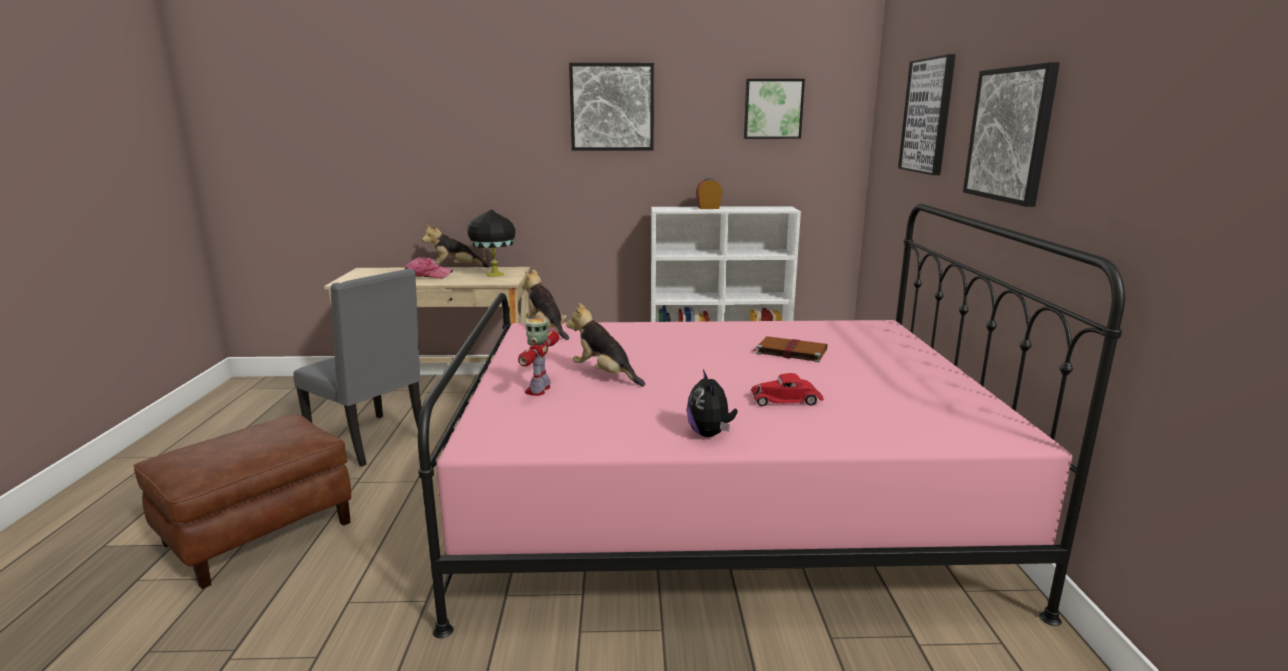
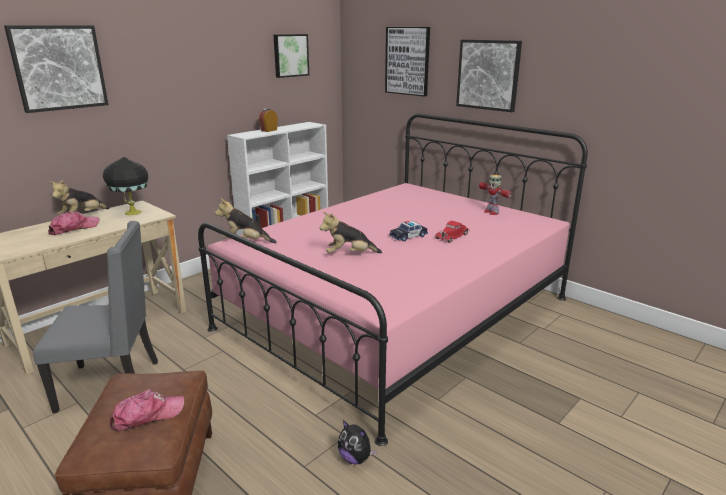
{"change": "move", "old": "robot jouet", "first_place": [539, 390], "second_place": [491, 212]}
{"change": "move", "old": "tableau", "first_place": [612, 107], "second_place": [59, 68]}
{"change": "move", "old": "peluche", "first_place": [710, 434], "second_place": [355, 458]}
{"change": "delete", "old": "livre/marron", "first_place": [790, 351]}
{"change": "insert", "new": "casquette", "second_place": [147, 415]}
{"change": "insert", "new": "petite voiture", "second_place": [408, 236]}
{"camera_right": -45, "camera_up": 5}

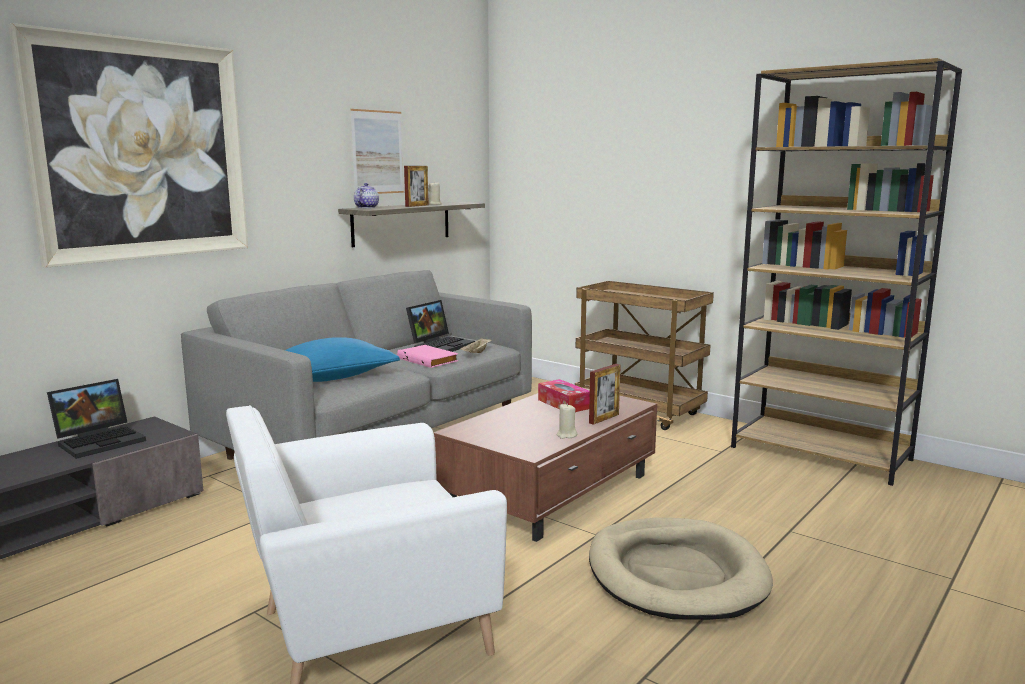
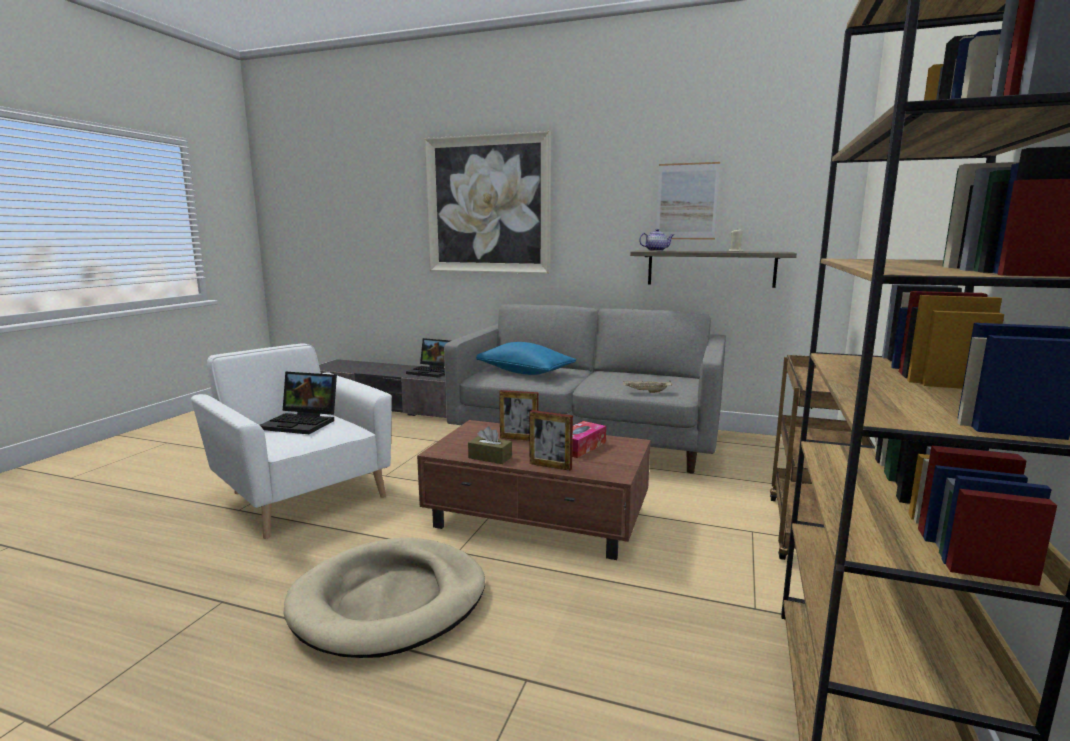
{"change": "delete", "old": "livre/rose", "first_place": [429, 359]}
{"change": "move", "old": "cadre photo", "first_place": [417, 206], "second_place": [519, 438]}
{"change": "move", "old": "ordinateur portable", "first_place": [441, 345], "second_place": [303, 423]}
{"change": "replace", "old": "bougie/beige", "new": "boîte à mouchoirs/marron", "first_place": [566, 435], "second_place": [490, 457]}
{"camera_right": 70, "camera_up": 0}

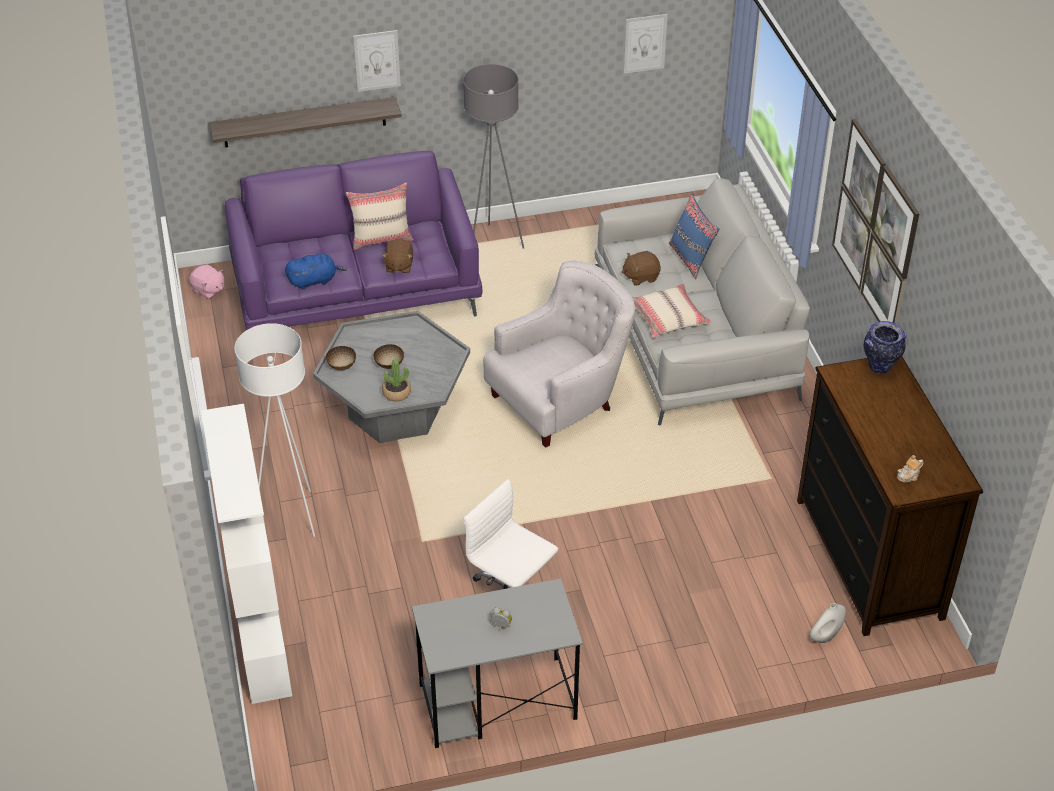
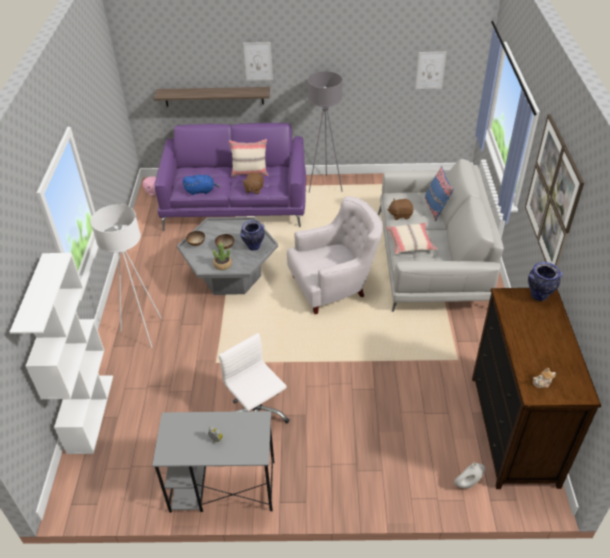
{"change": "insert", "new": "vase", "second_place": [253, 247]}
{"camera_right": 15, "camera_up": 0}

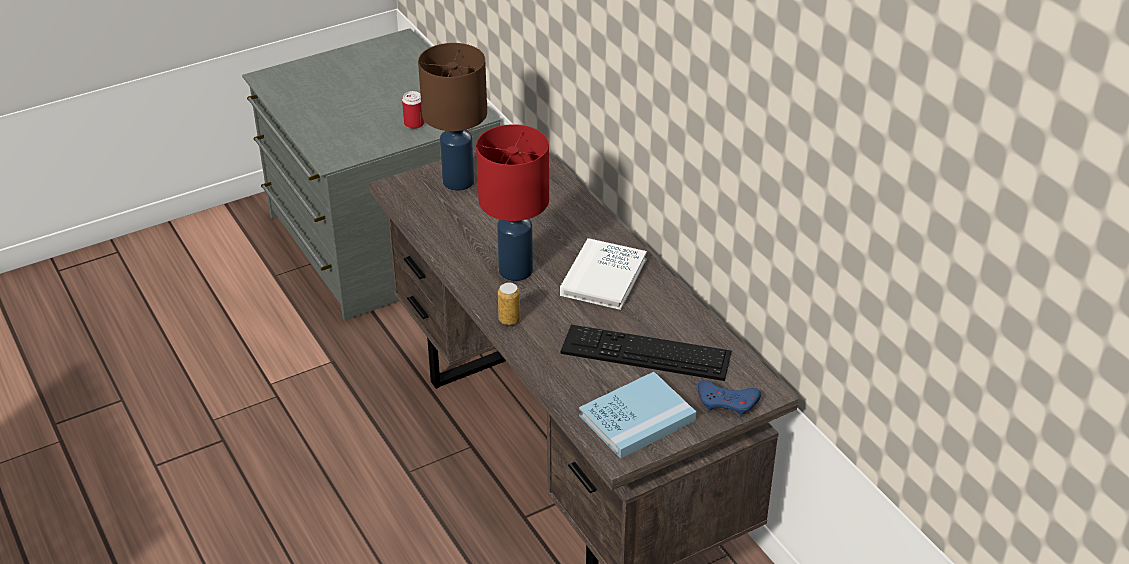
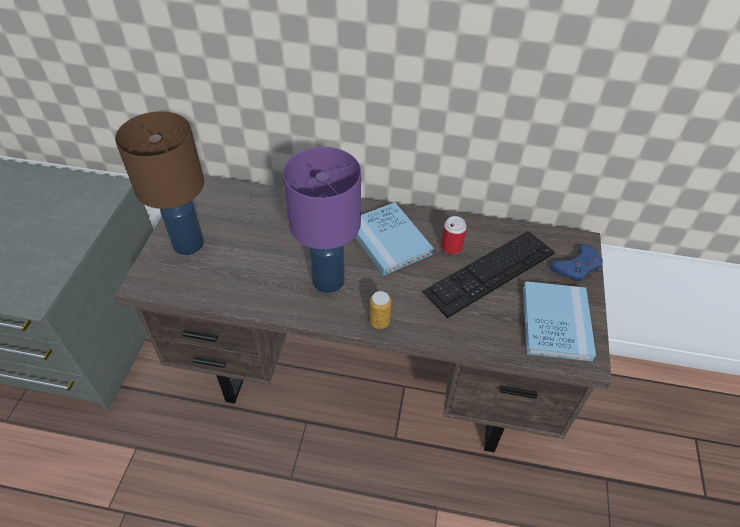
{"change": "move", "old": "boîte métallique", "first_place": [414, 124], "second_place": [451, 247]}
{"change": "recolor", "old": "lampe de table/rouge", "new": "lampe de table/violet", "first_place": [516, 270], "second_place": [328, 279]}
{"change": "recolor", "old": "livre/blanc", "new": "livre/bleu", "first_place": [603, 277], "second_place": [389, 240]}
{"camera_right": -50, "camera_up": 10}

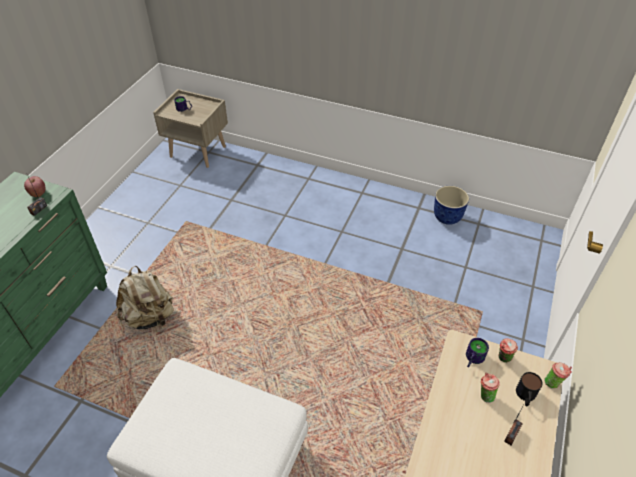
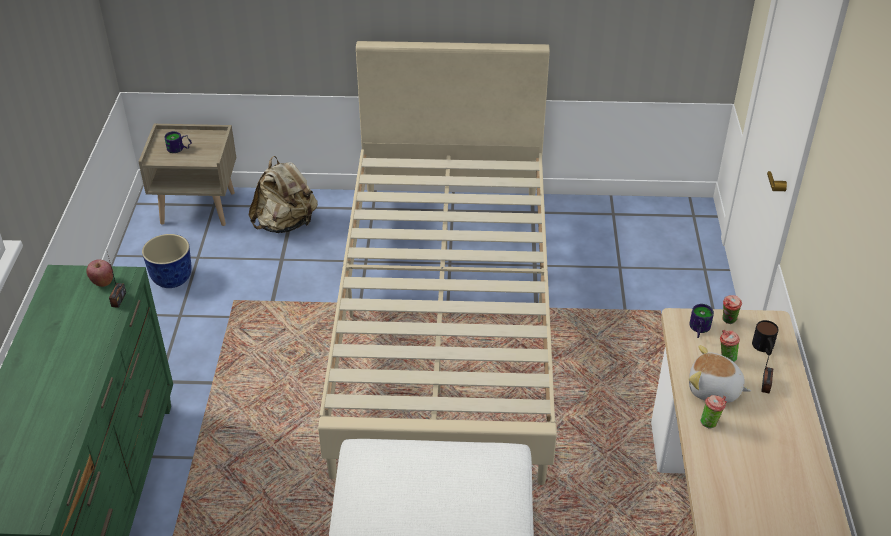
{"change": "move", "old": "sac à dos/beige", "first_place": [150, 317], "second_place": [285, 224]}
{"change": "move", "old": "cache-pot", "first_place": [447, 218], "second_place": [173, 279]}
{"change": "move", "old": "tasse", "first_place": [553, 382], "second_place": [710, 422]}
{"change": "insert", "new": "lit/beige", "second_place": [445, 320]}
{"change": "insert", "new": "peluche", "second_place": [714, 390]}
{"camera_right": -20, "camera_up": -5}

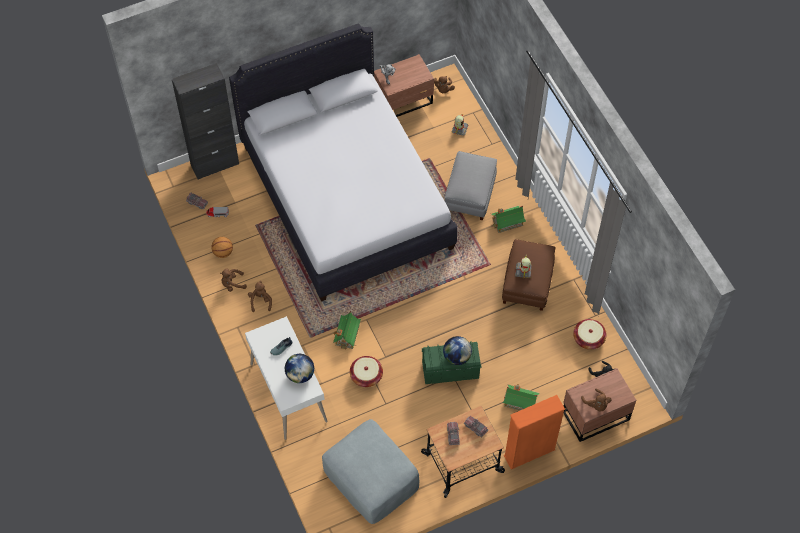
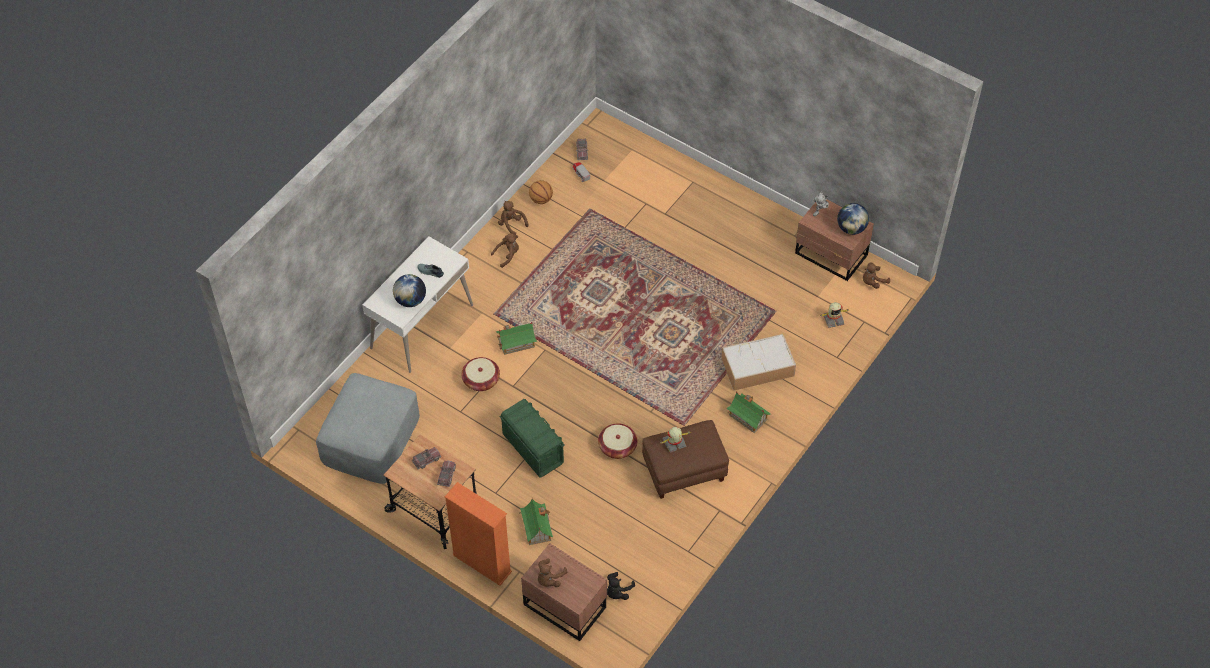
{"change": "delete", "old": "meuble de rangement/noir", "first_place": [215, 164]}
{"change": "delete", "old": "lit/blanc", "first_place": [346, 196]}
{"change": "move", "old": "globe", "first_place": [457, 357], "second_place": [851, 228]}
{"change": "replace", "old": "pouf/gris", "new": "boîte de rangement", "first_place": [470, 195], "second_place": [756, 368]}
{"change": "move", "old": "panier", "first_place": [588, 338], "second_place": [617, 447]}
{"camera_right": 60, "camera_up": -5}

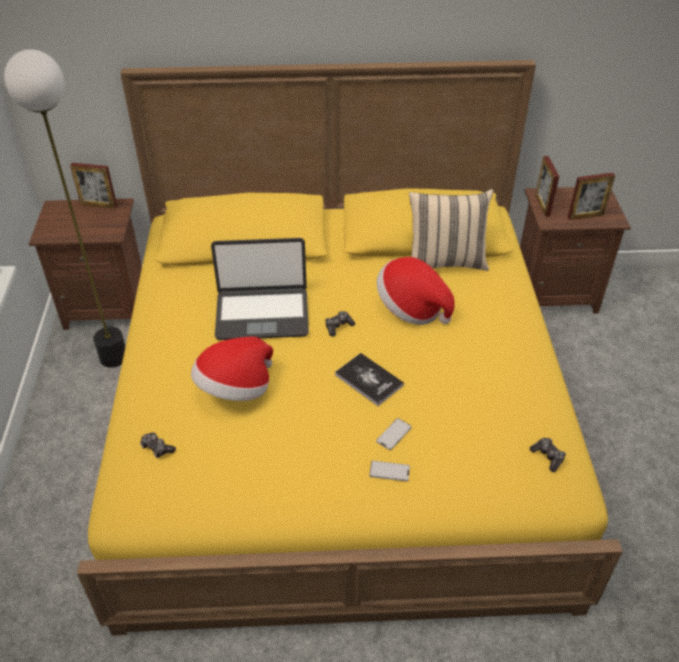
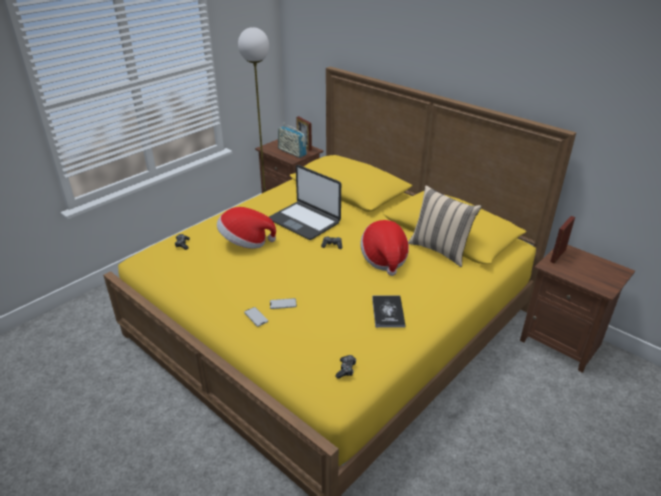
{"change": "move", "old": "livre", "first_place": [369, 380], "second_place": [388, 312]}
{"change": "delete", "old": "cadre photo", "first_place": [585, 216]}
{"change": "insert", "new": "radio", "second_place": [292, 152]}
{"camera_right": 45, "camera_up": -10}

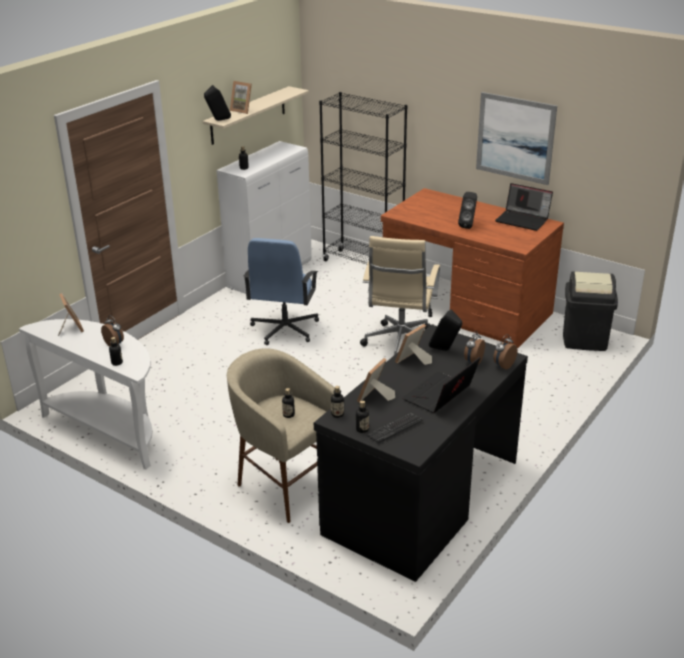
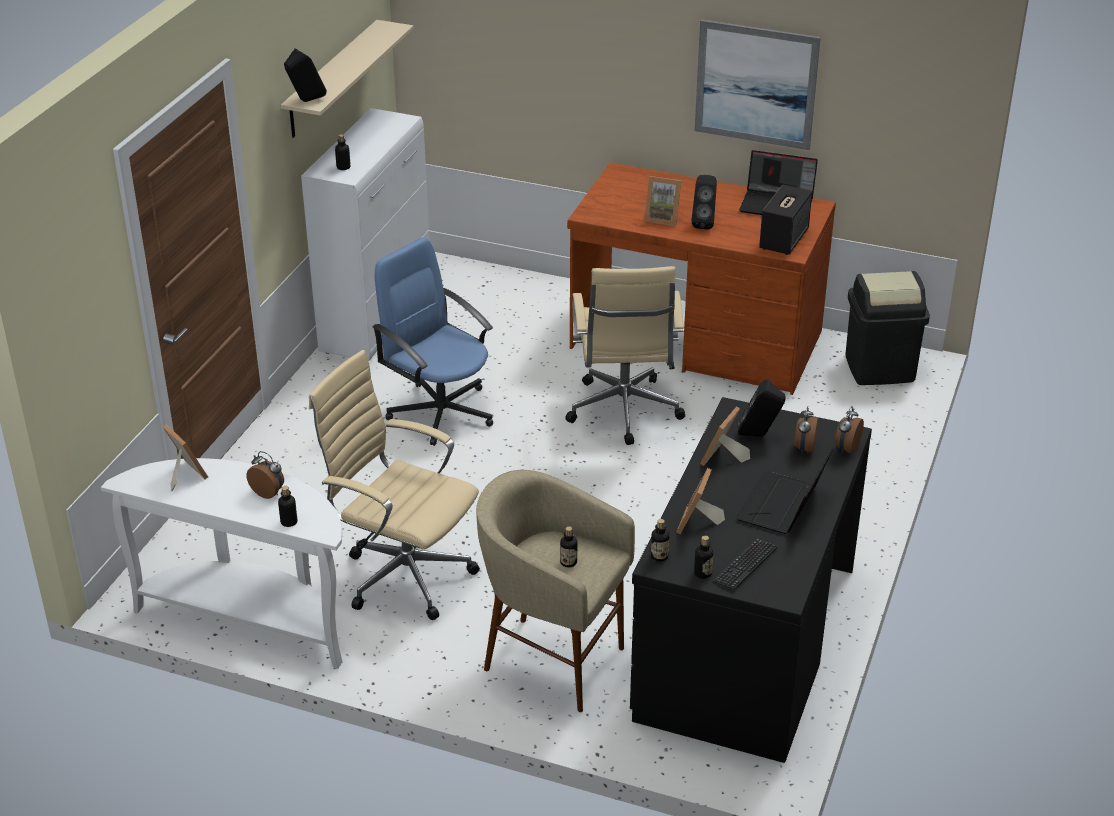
{"change": "move", "old": "cadre photo", "first_place": [243, 110], "second_place": [662, 218]}
{"change": "rotate", "old": "chaise de bureau/bleu", "first_place": [284, 329], "second_place": [441, 411], "degrees": 135}
{"change": "delete", "old": "bibliothèque/noir", "first_place": [363, 265]}
{"change": "insert", "new": "chaise de bureau/beige", "second_place": [402, 575]}
{"change": "insert", "new": "enceinte", "second_place": [784, 239]}
{"camera_right": -15, "camera_up": 5}

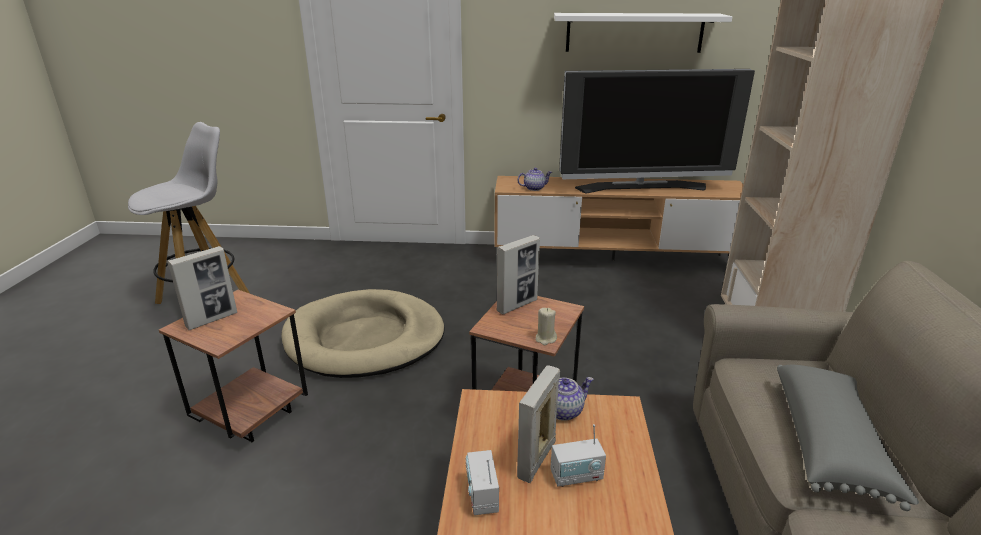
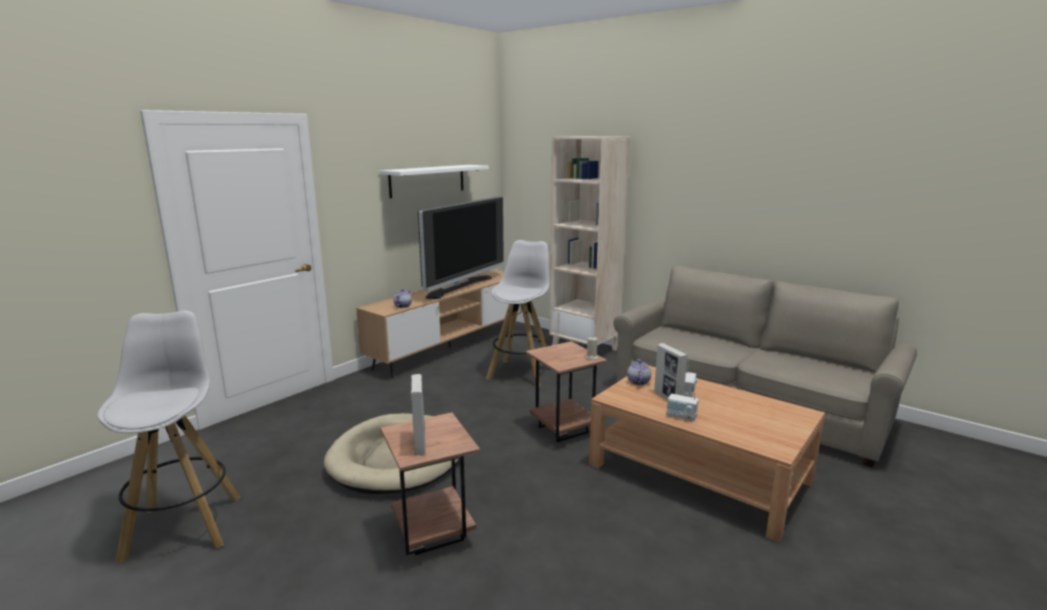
{"change": "delete", "old": "cadre photo", "first_place": [517, 305]}
{"change": "delete", "old": "coussin/gris", "first_place": [830, 445]}
{"change": "insert", "new": "tabouret/blanc", "second_place": [521, 373]}
{"camera_right": -55, "camera_up": -10}

